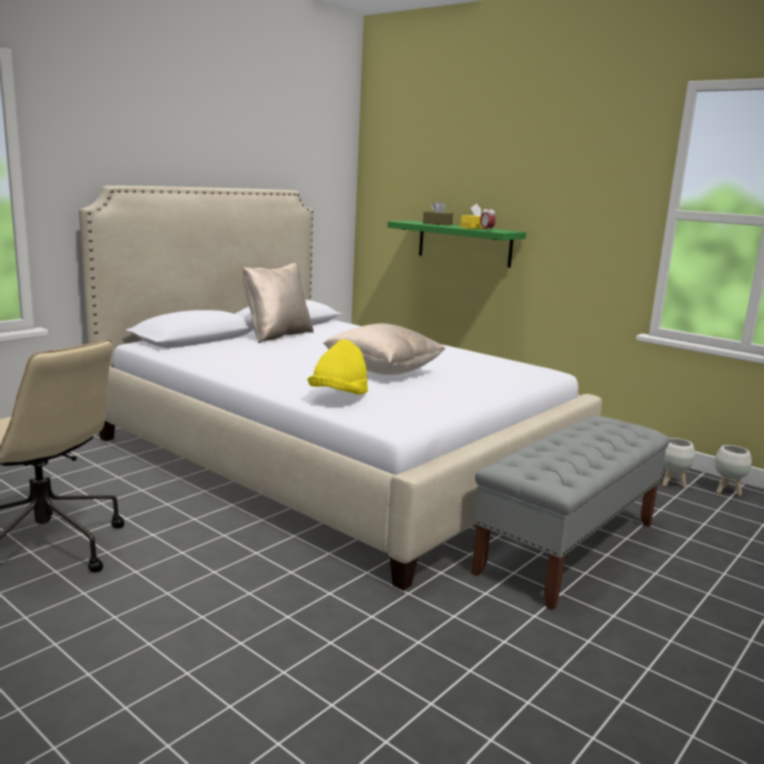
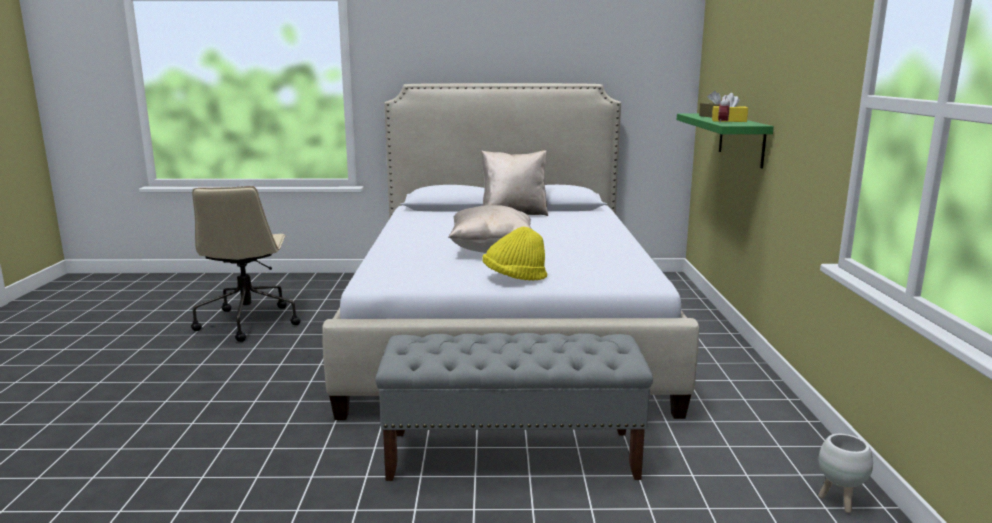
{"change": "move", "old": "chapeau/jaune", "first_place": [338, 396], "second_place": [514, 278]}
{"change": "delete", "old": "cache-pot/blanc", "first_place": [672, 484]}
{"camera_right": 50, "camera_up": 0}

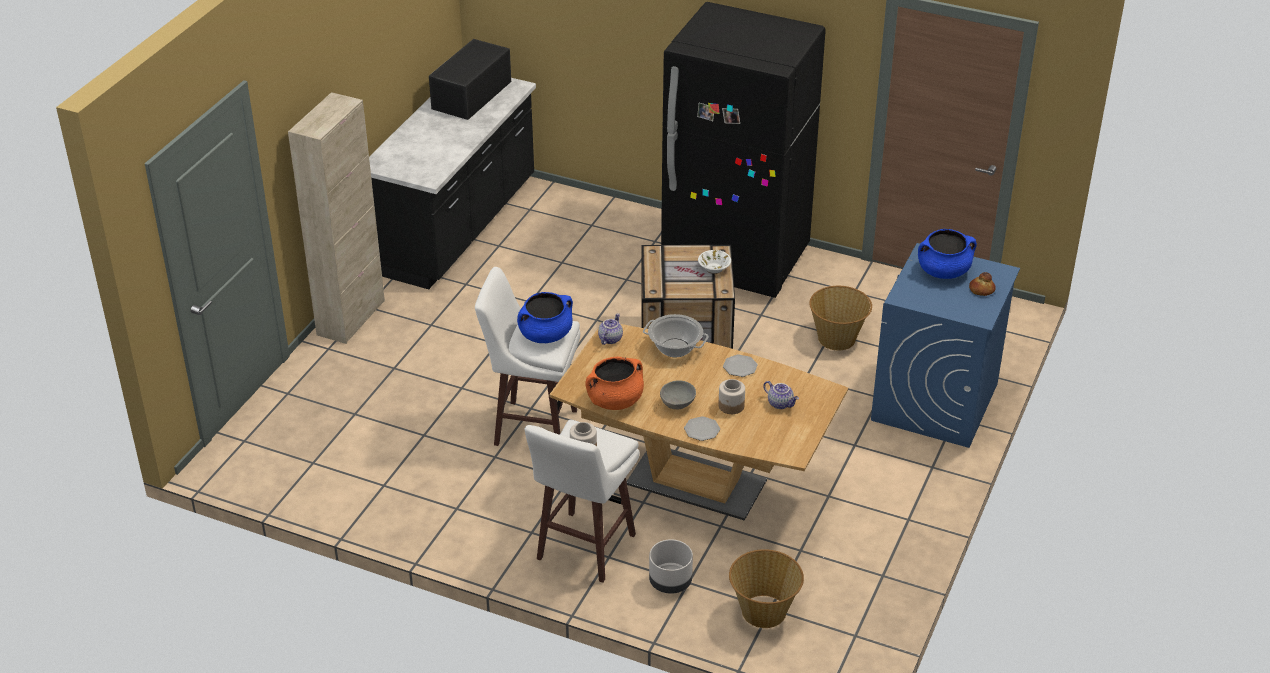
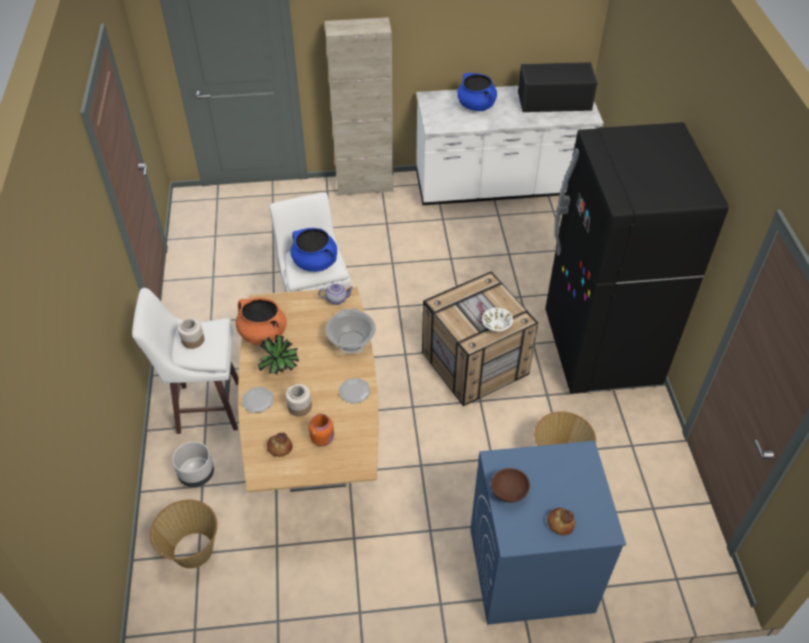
{"change": "recolor", "old": "comptoir de cuisine/noir", "new": "comptoir de cuisine/blanc", "first_place": [457, 227], "second_place": [499, 187]}
{"change": "replace", "old": "bol/gris", "new": "plante en pot", "first_place": [678, 404], "second_place": [281, 373]}
{"change": "replace", "old": "théière", "new": "bocal/orange", "first_place": [780, 403], "second_place": [323, 438]}
{"change": "move", "old": "marmite/bleu", "first_place": [943, 271], "second_place": [476, 105]}
{"change": "insert", "new": "pain", "second_place": [279, 448]}
{"change": "insert", "new": "bol/marron", "second_place": [509, 493]}
{"camera_right": 60, "camera_up": 10}

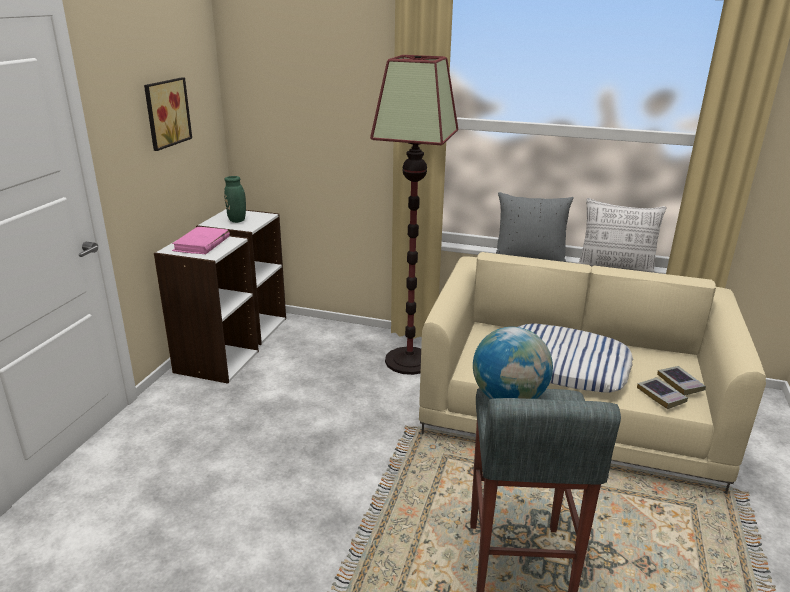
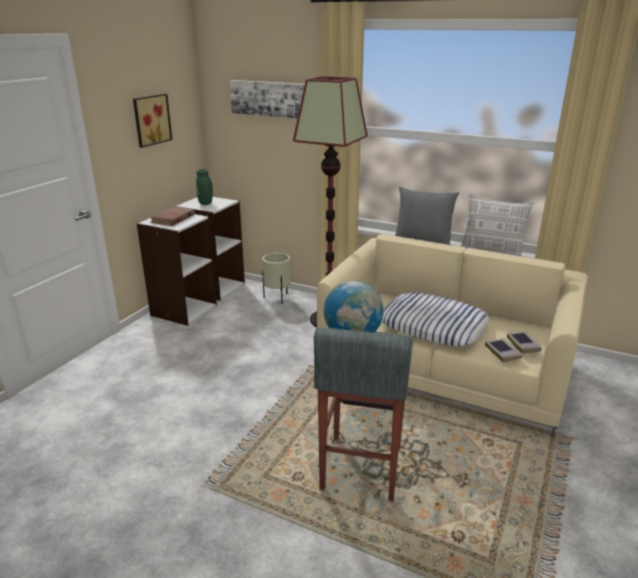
{"change": "recolor", "old": "livre/rose", "new": "livre/marron", "first_place": [201, 244], "second_place": [173, 218]}
{"change": "insert", "new": "tableau", "second_place": [273, 99]}
{"change": "insert", "new": "cache-pot/beige", "second_place": [277, 298]}
{"camera_right": 10, "camera_up": 0}

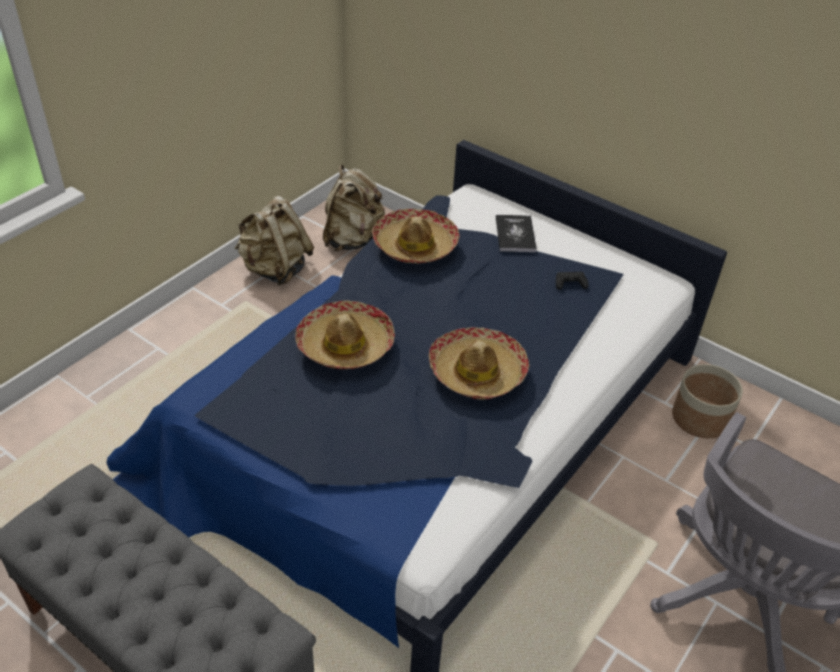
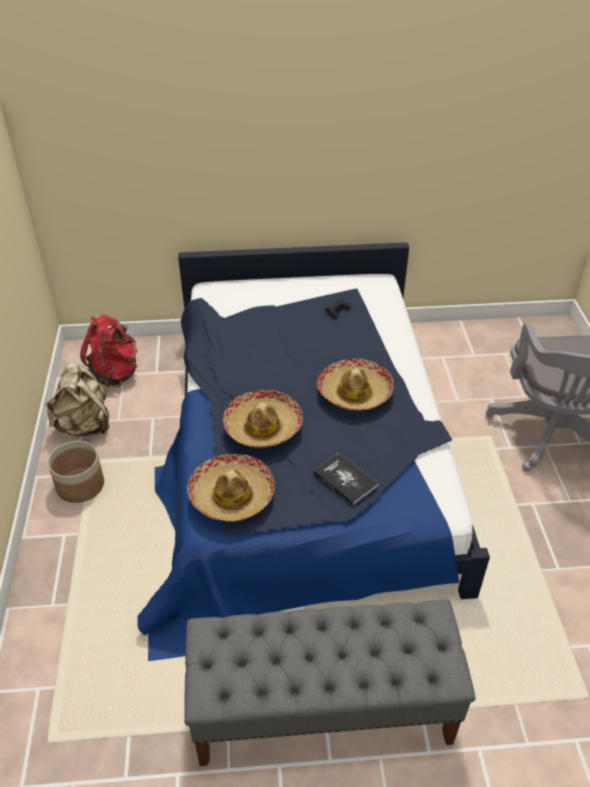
{"change": "recolor", "old": "sac à dos/beige", "new": "sac à dos/rouge", "first_place": [352, 240], "second_place": [115, 373]}
{"change": "move", "old": "chapeau", "first_place": [414, 245], "second_place": [232, 495]}
{"change": "move", "old": "livre", "first_place": [515, 234], "second_place": [345, 479]}
{"change": "move", "old": "cache-pot", "first_place": [699, 418], "second_place": [80, 485]}
{"camera_right": -40, "camera_up": 0}

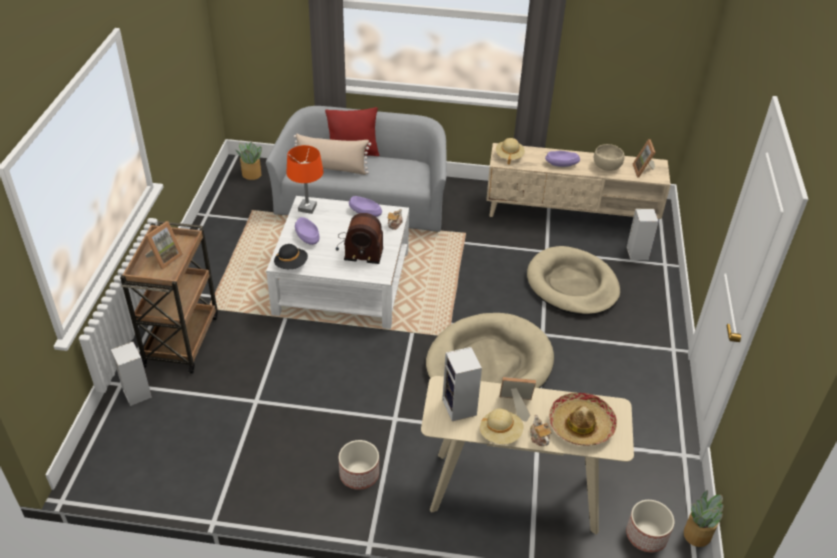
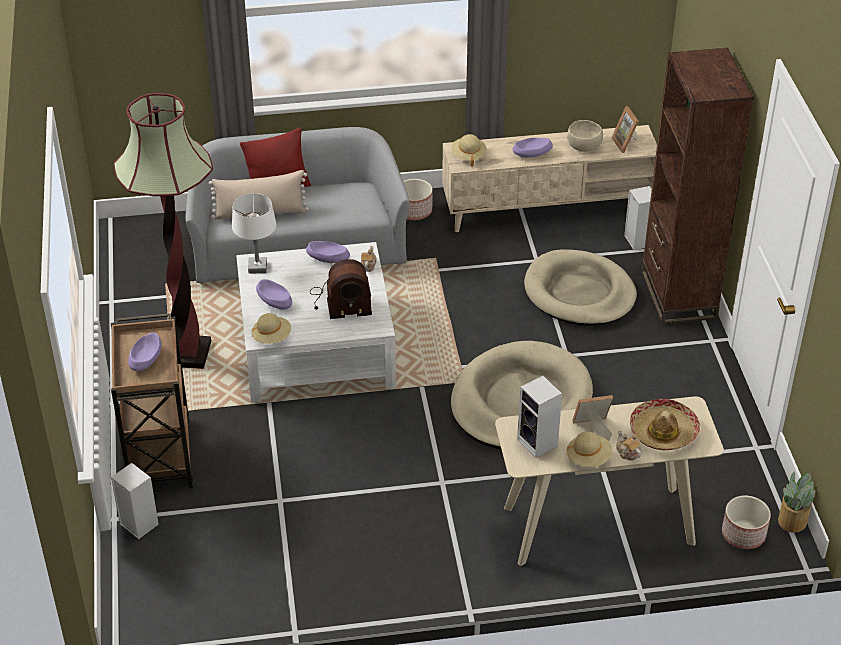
{"change": "replace", "old": "cadre photo", "new": "bol/violet", "first_place": [164, 258], "second_place": [146, 359]}
{"change": "delete", "old": "plante en pot", "first_place": [252, 174]}
{"change": "recolor", "old": "chapeau/noir", "new": "chapeau/beige", "first_place": [291, 264], "second_place": [272, 337]}
{"change": "recolor", "old": "lampe de table/orange", "new": "lampe de table/blanc", "first_place": [307, 208], "second_place": [257, 267]}
{"change": "move", "old": "cache-pot", "first_place": [358, 474], "second_place": [414, 211]}
{"change": "insert", "new": "lampadaire", "second_place": [188, 354]}
{"change": "insert", "new": "bibliothèque/marron", "second_place": [678, 295]}
{"camera_right": -15, "camera_up": 0}

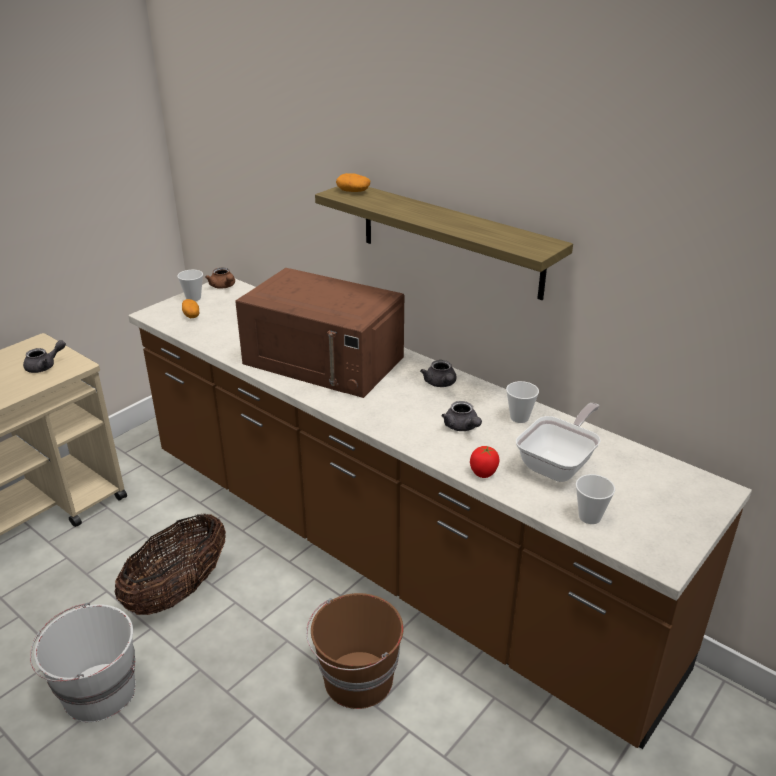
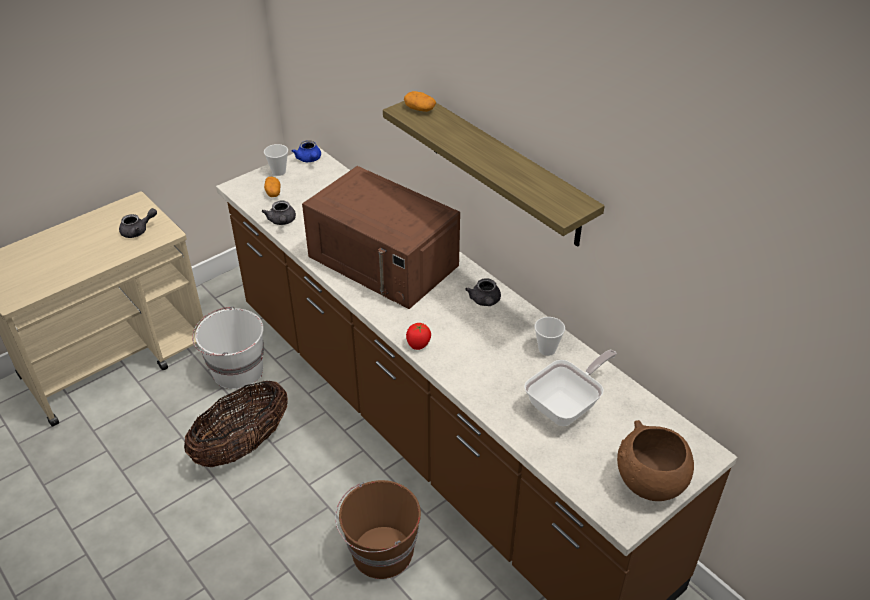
{"change": "move", "old": "seau/blanc", "first_place": [97, 692], "second_place": [236, 370]}
{"change": "recolor", "old": "théière/marron", "new": "théière/bleu", "first_place": [223, 286], "second_place": [309, 159]}
{"change": "move", "old": "théière/gris", "first_place": [462, 427], "second_place": [282, 221]}
{"change": "move", "old": "tomate", "first_place": [483, 473], "second_place": [418, 344]}
{"change": "delete", "old": "tasse", "first_place": [589, 517]}
{"change": "insert", "new": "bol/marron", "second_place": [649, 483]}
{"camera_right": 10, "camera_up": 10}

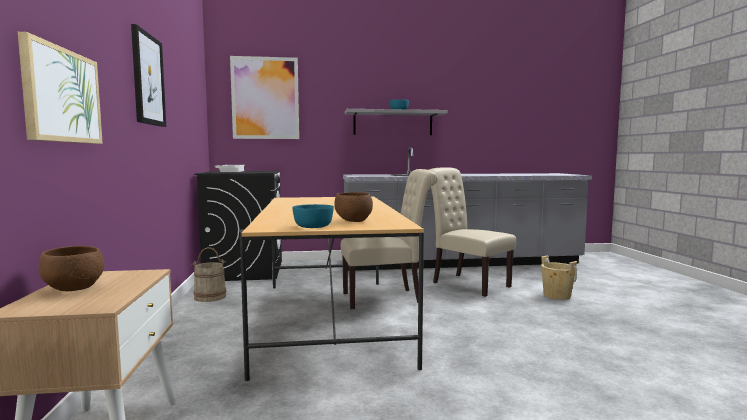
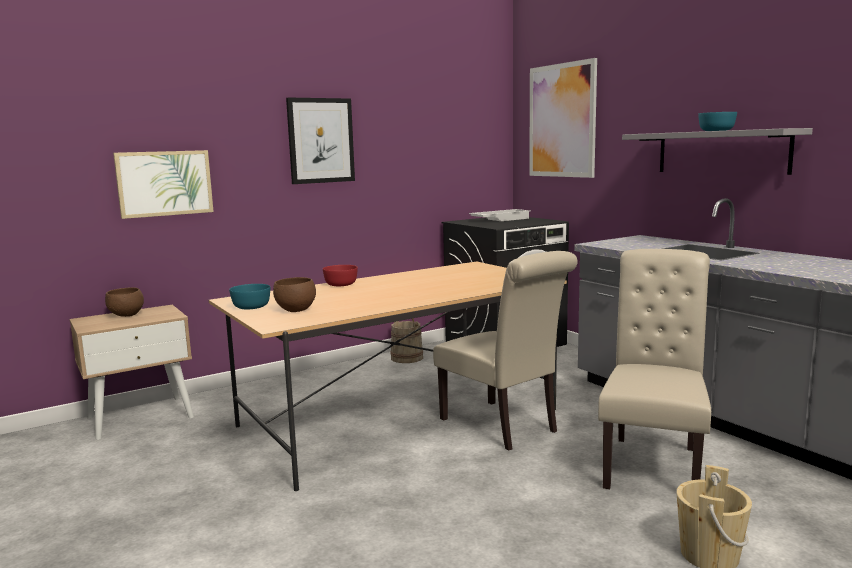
{"change": "insert", "new": "bol/rouge", "second_place": [340, 284]}
{"camera_right": 65, "camera_up": 5}

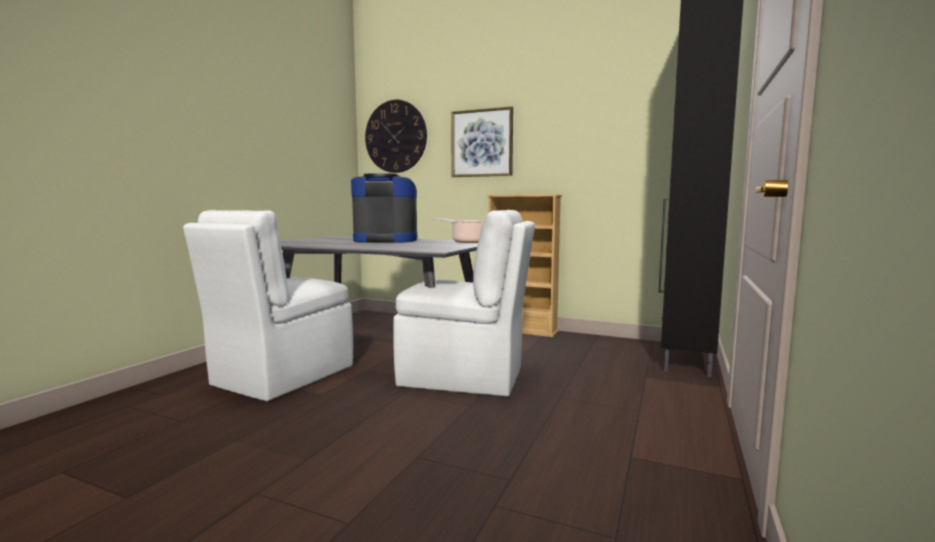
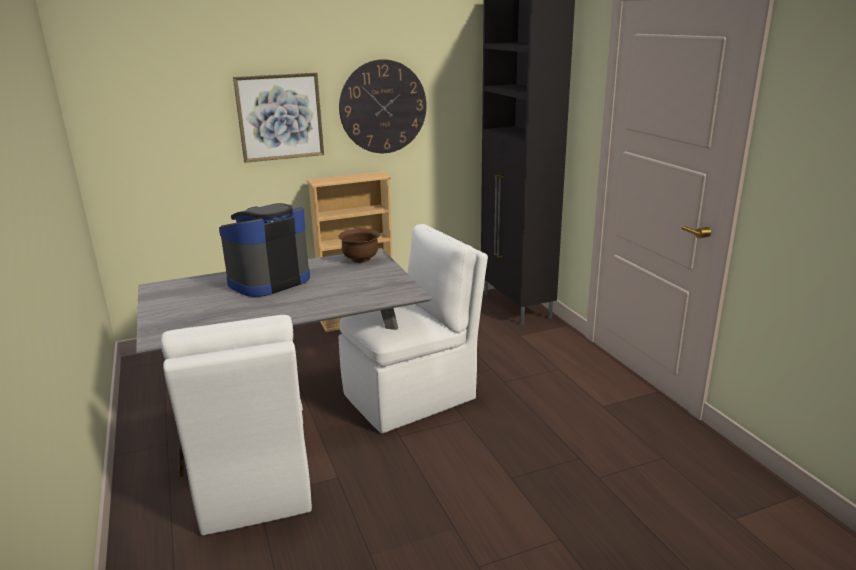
{"change": "move", "old": "horloge murale", "first_place": [395, 136], "second_place": [383, 107]}
{"change": "replace", "old": "marmite", "new": "bol/marron", "first_place": [467, 242], "second_place": [360, 259]}
{"camera_right": -45, "camera_up": 15}

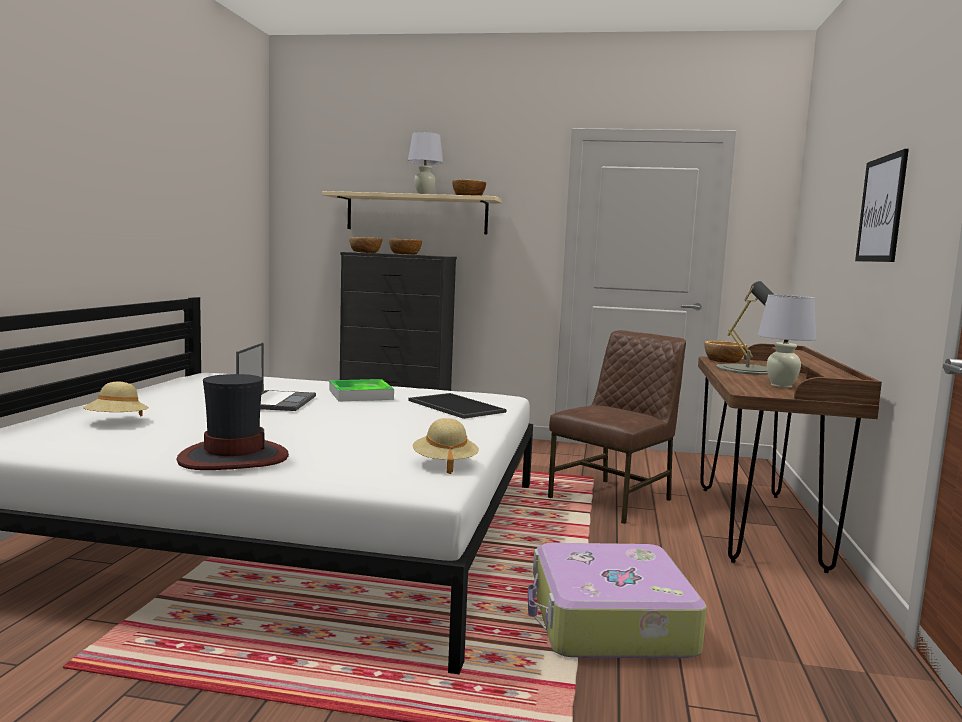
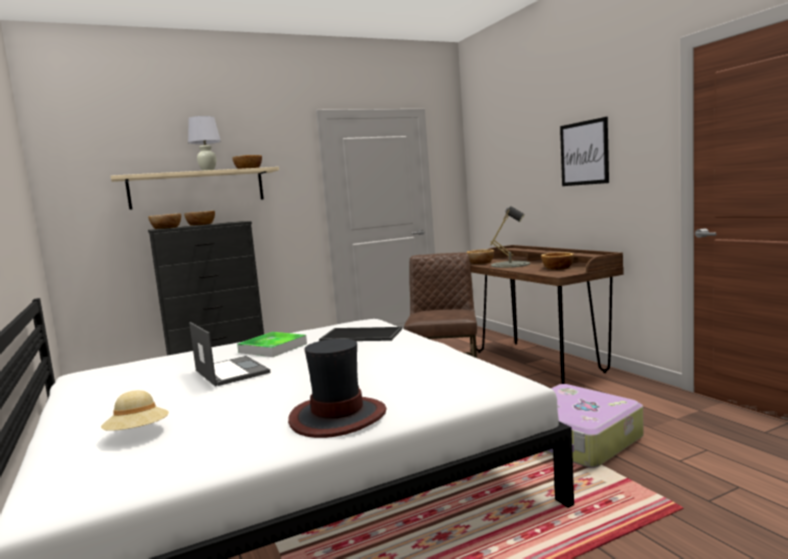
{"change": "delete", "old": "chapeau/beige", "first_place": [444, 464]}
{"change": "replace", "old": "lampe de table/blanc", "new": "bol", "first_place": [781, 386], "second_place": [557, 268]}
{"camera_right": -35, "camera_up": 0}

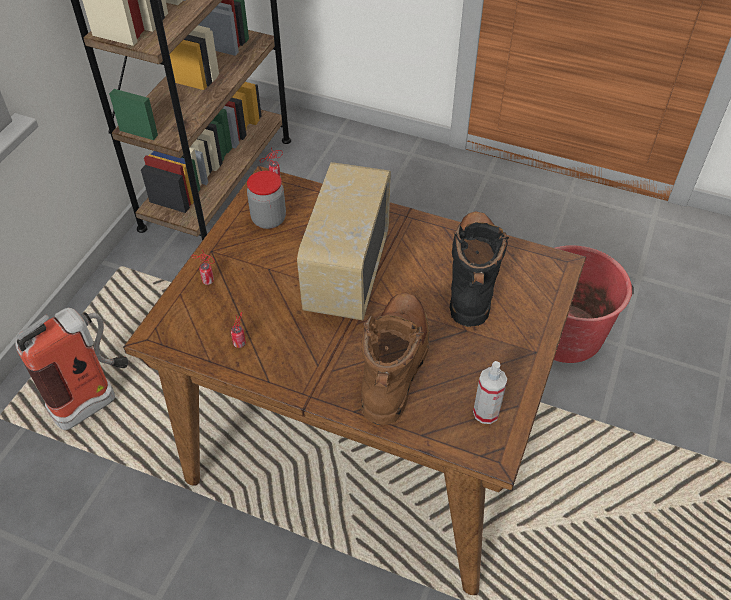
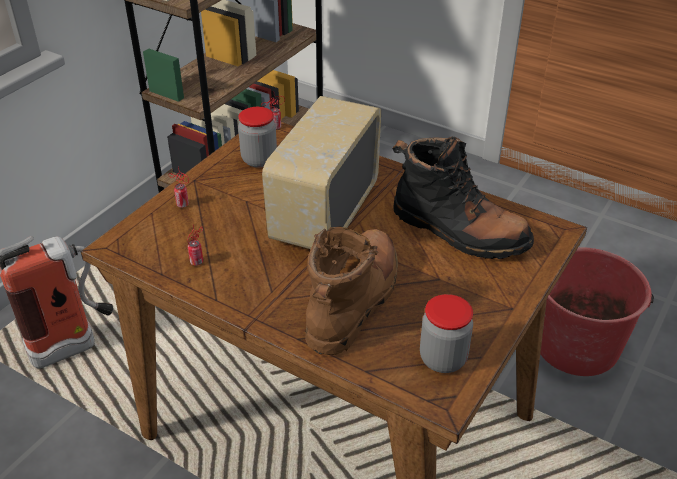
{"change": "rotate", "old": "botte/noir", "first_place": [473, 276], "second_place": [458, 231], "degrees": 105}
{"change": "replace", "old": "vaporisateur", "new": "bocal", "first_place": [486, 413], "second_place": [443, 359]}
{"camera_right": 10, "camera_up": -10}

